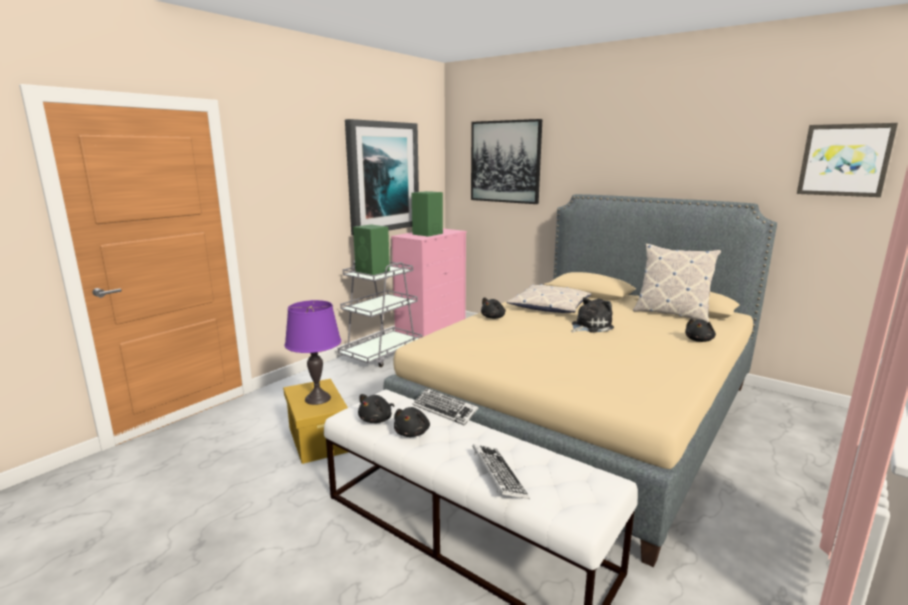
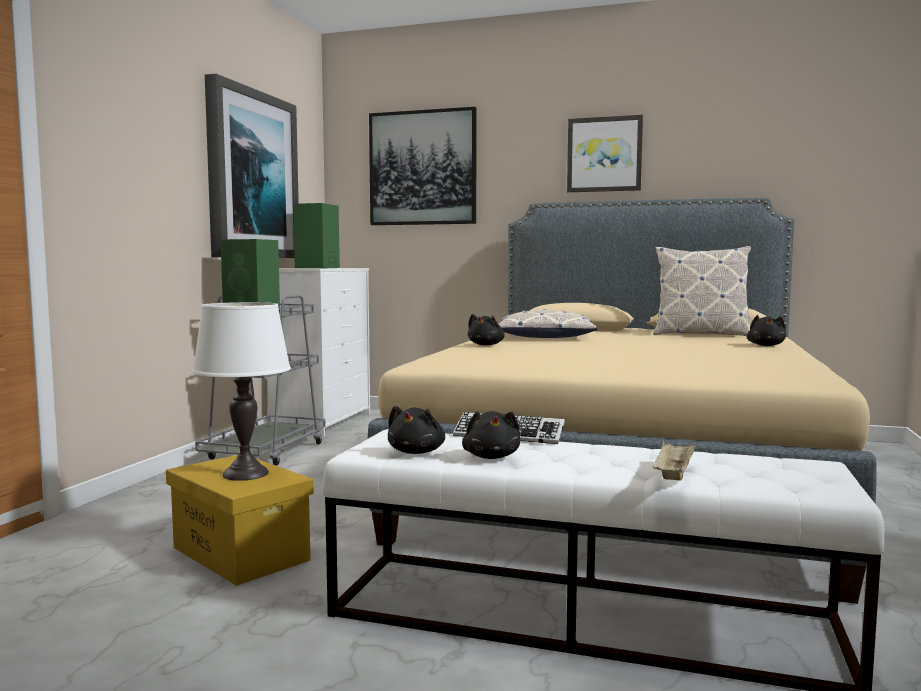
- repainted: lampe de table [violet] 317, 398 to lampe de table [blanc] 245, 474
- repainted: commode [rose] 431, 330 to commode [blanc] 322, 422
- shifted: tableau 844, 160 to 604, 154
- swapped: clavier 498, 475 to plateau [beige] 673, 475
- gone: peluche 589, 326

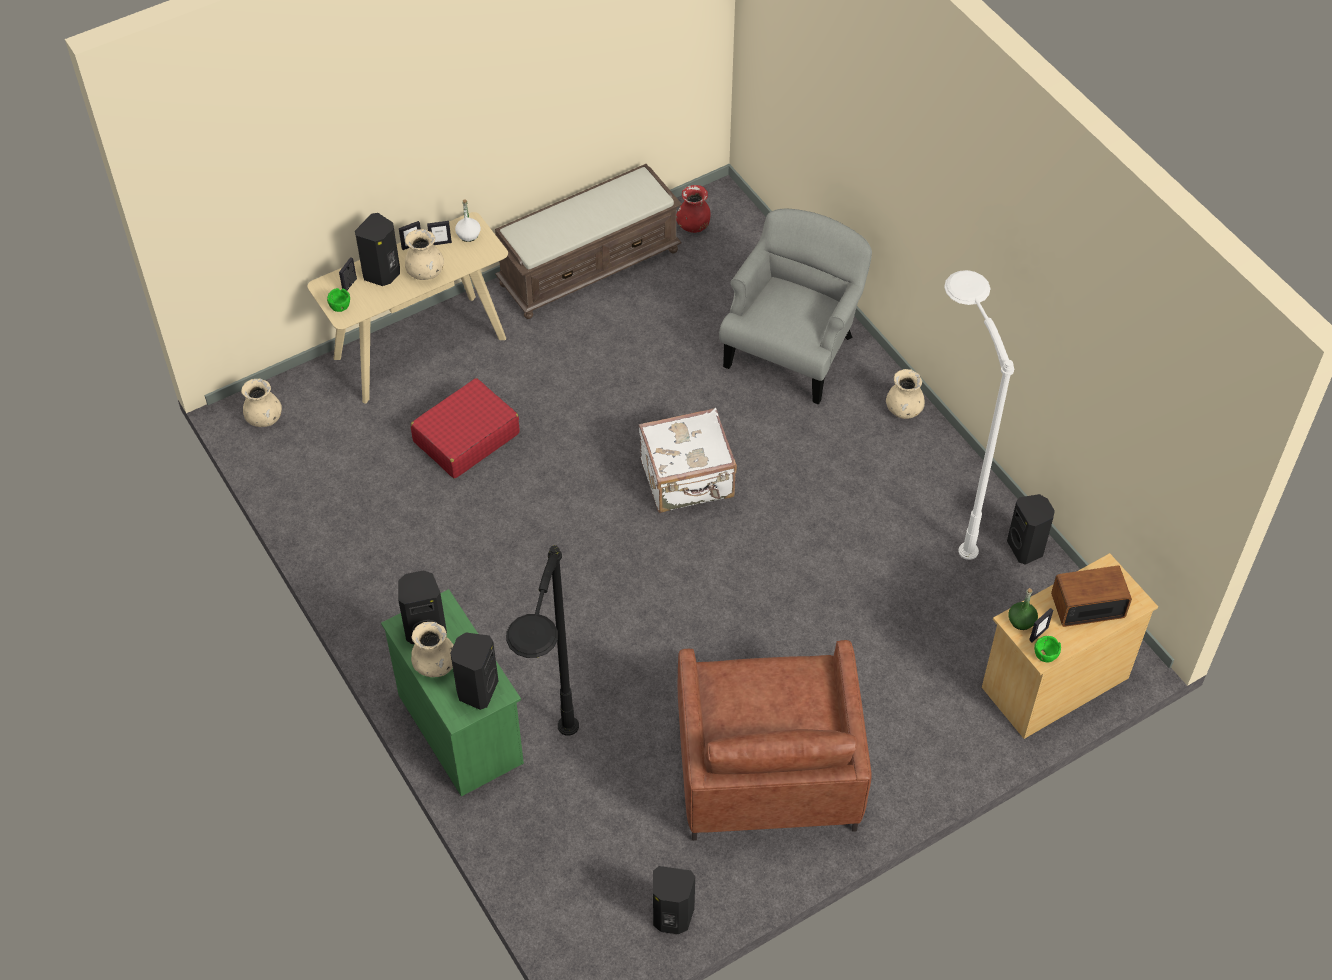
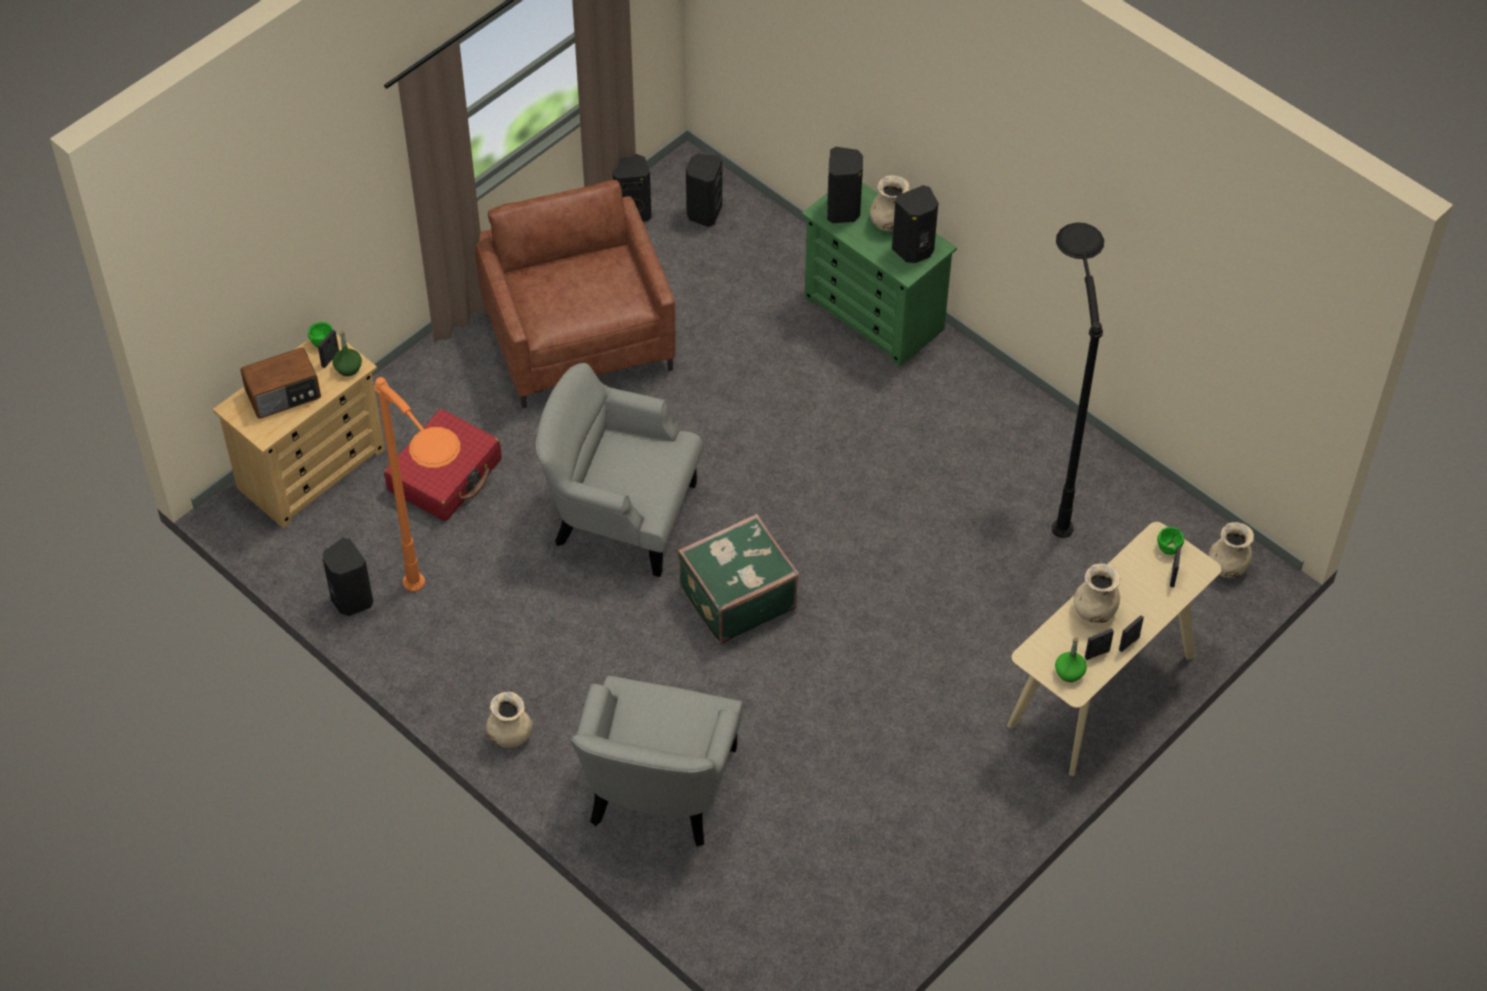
- repainted: lampadaire [blanc] 942, 503 to lampadaire [orange] 449, 631
- shifted: valise [rouge] 466, 438 to 445, 475
- new: fauteuil [gris] 621, 515
- repainted: valise [blanc] 688, 480 to valise [vert] 736, 597
- shifted: enceinte [noir] 383, 274 to 703, 212
- shifted: lampadaire [noir] 555, 786 to 1051, 474
- repainted: bouteille [blanc] 468, 235 to bouteille [vert] 1069, 672
- gone: banc [marron] 589, 266
- gone: vase [rouge] 693, 226

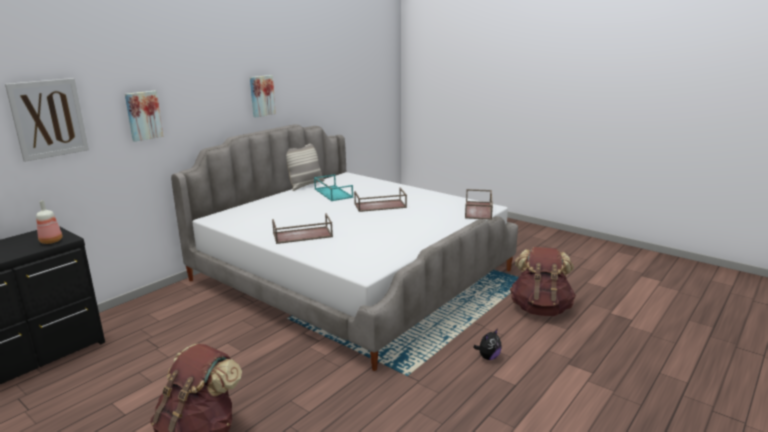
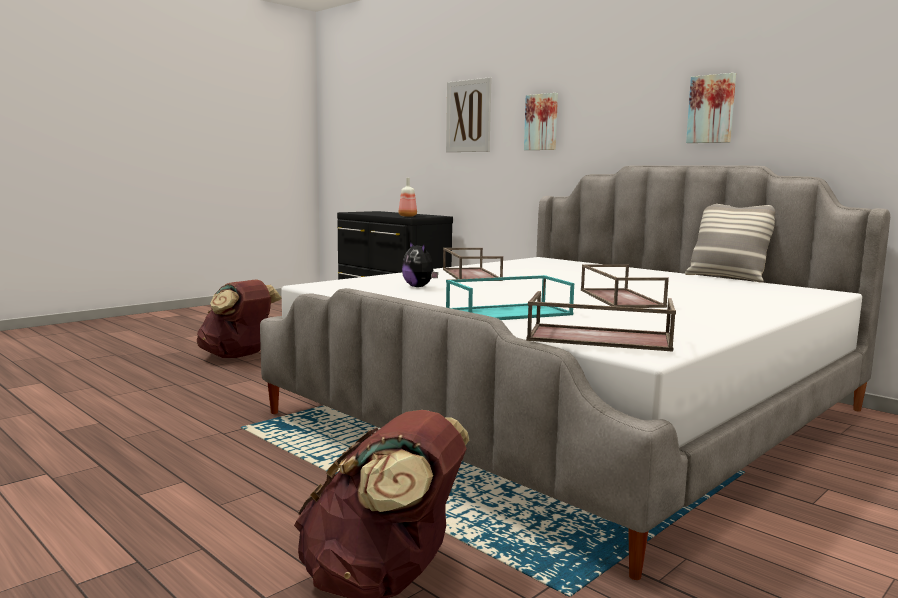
- shifted: peluche 488, 357 to 419, 287
- shifted: plateau [turquoise] 332, 193 to 509, 312

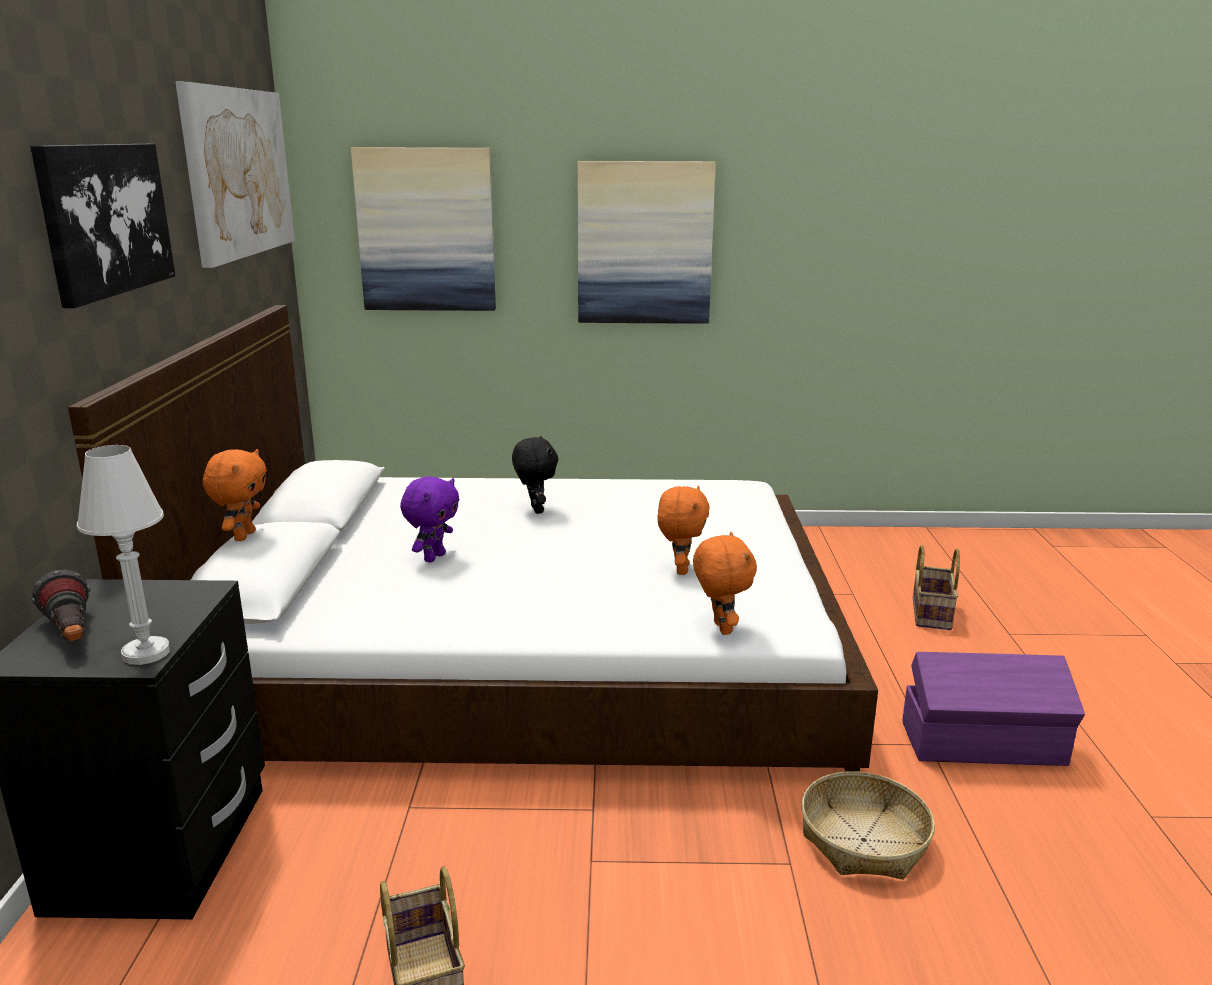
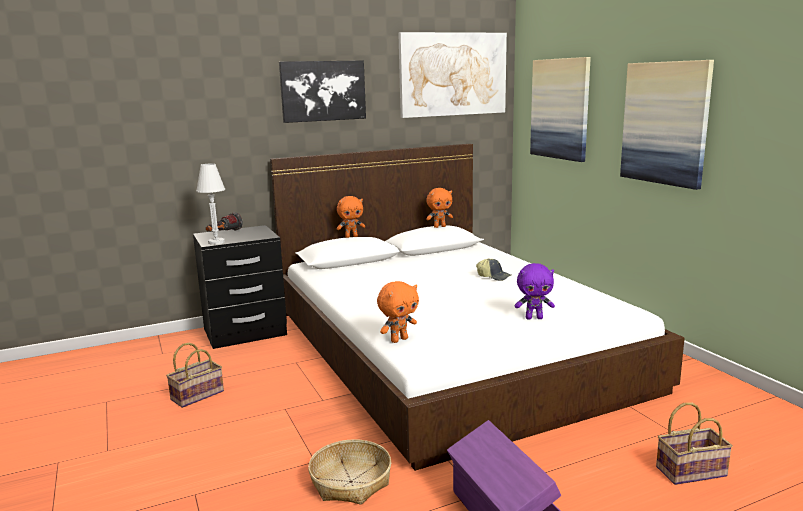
- shifted: peluche [orange] 680, 569 to 439, 226
- swapped: peluche [noir] 535, 510 to casquette 494, 276
- shifted: peluche [violet] 433, 557 to 534, 318

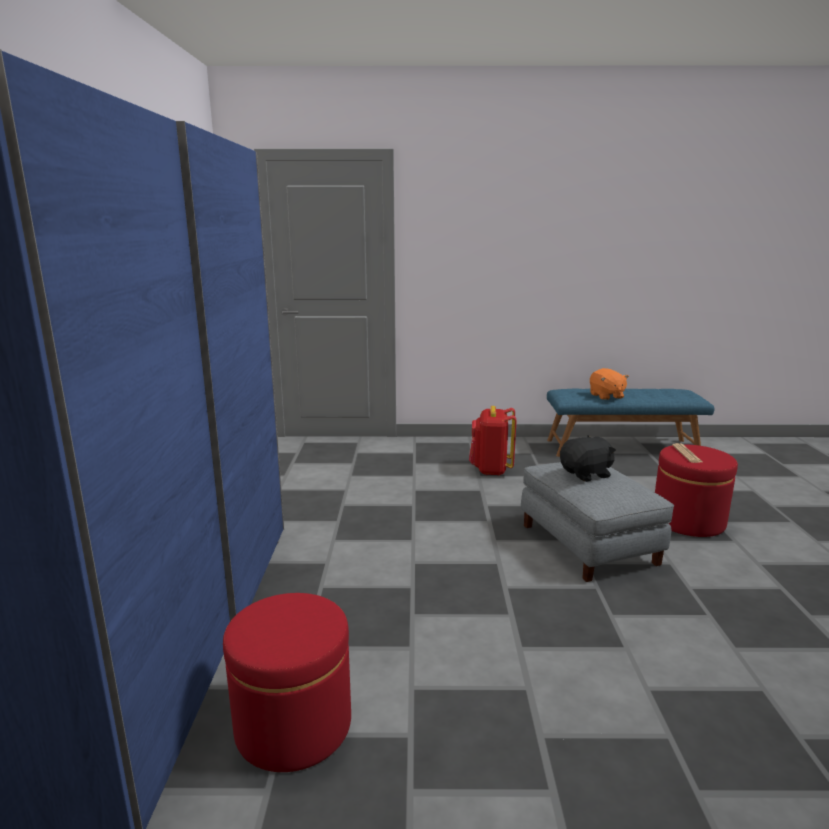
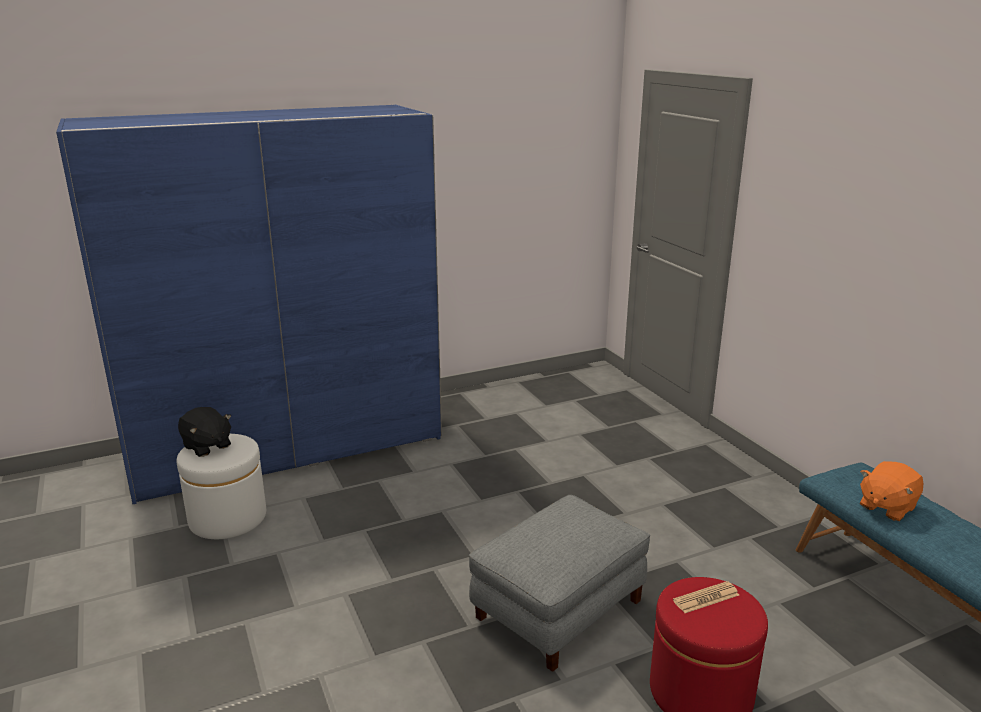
- repainted: pouf [rouge] 293, 725 to pouf [blanc] 228, 518
- shifted: peluche [noir] 586, 474 to 207, 446
- gone: sac à dos [rouge] 490, 470

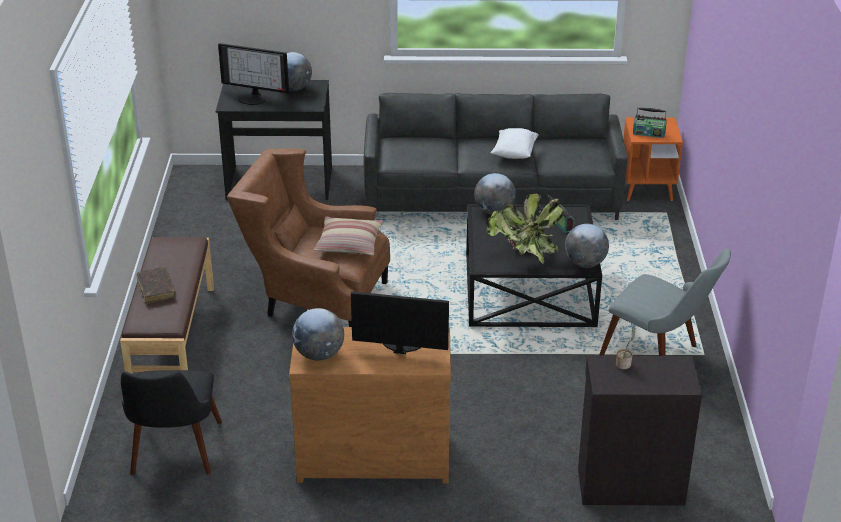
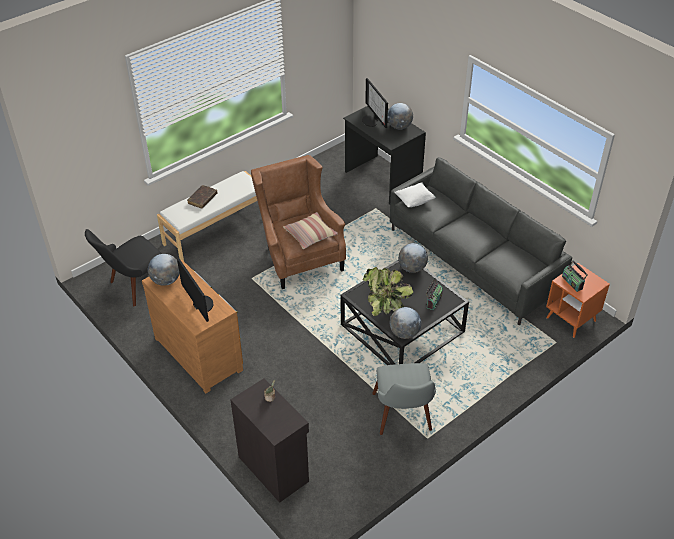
- repainted: banc [marron] 172, 338 to banc [blanc] 216, 230
- shifted: coussin [blanc] 514, 153 to 415, 201

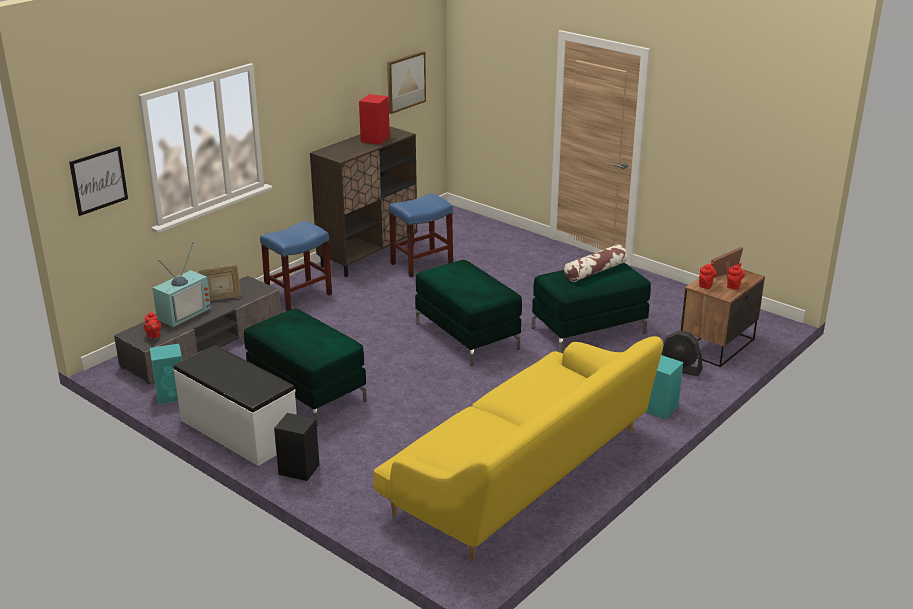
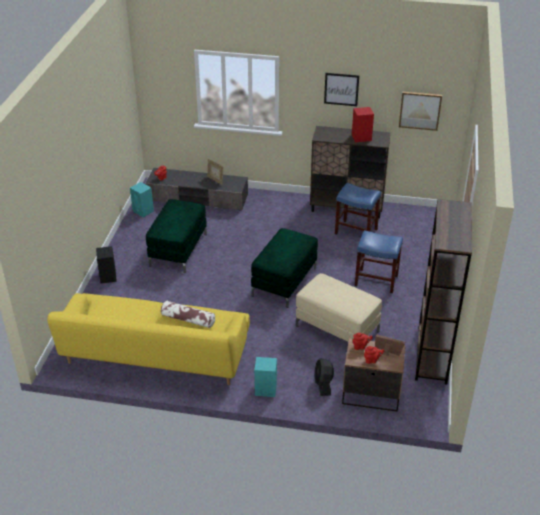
- shifted: coussin 595, 272 to 188, 319
- repainted: pouf [vert] 588, 330 to pouf [beige] 336, 328
- shifted: tableau 99, 180 to 341, 89
- shifted: tabouret [bleu] 298, 296 to 375, 281
- new: bibliothèque [marron] 432, 355
- gone: téléviseur 182, 313
- gone: banc [blanc] 238, 431

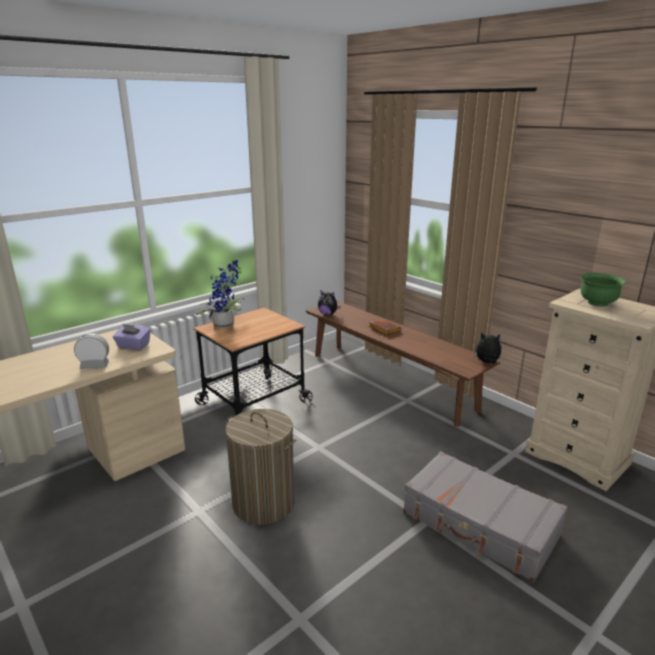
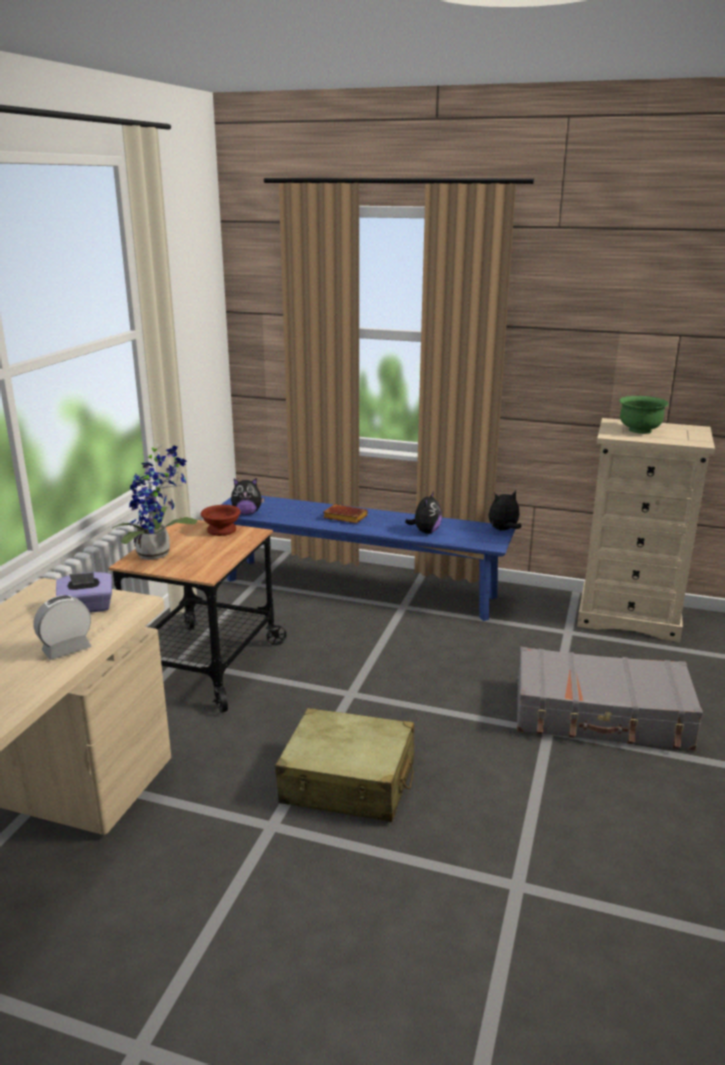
- new: bol [marron] 221, 531
- repainted: banc [marron] 389, 380 to banc [bleu] 359, 588
- swapped: panier à linge 264, 503 to valise [beige] 348, 782
- new: peluche 425, 532

